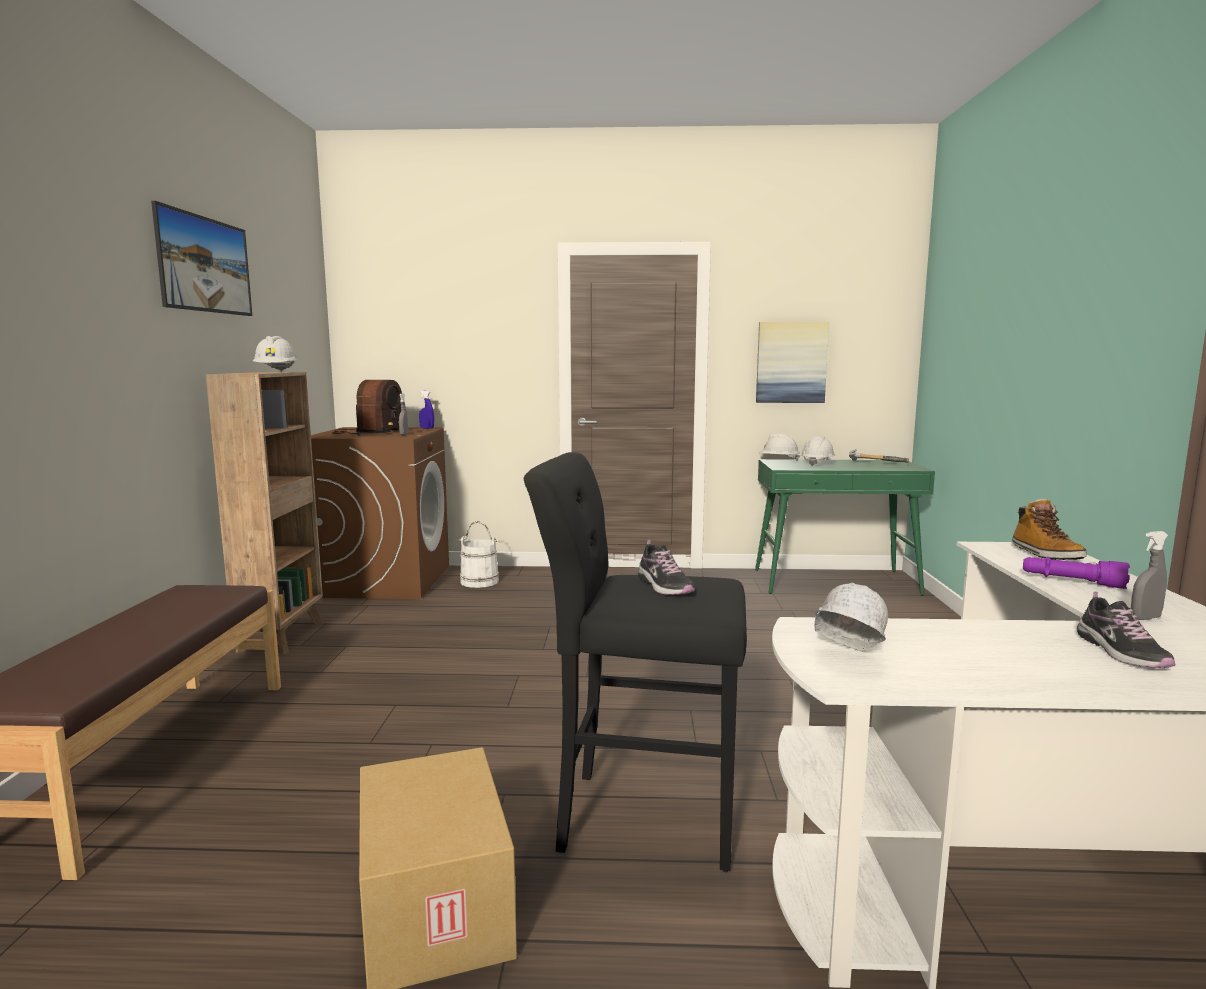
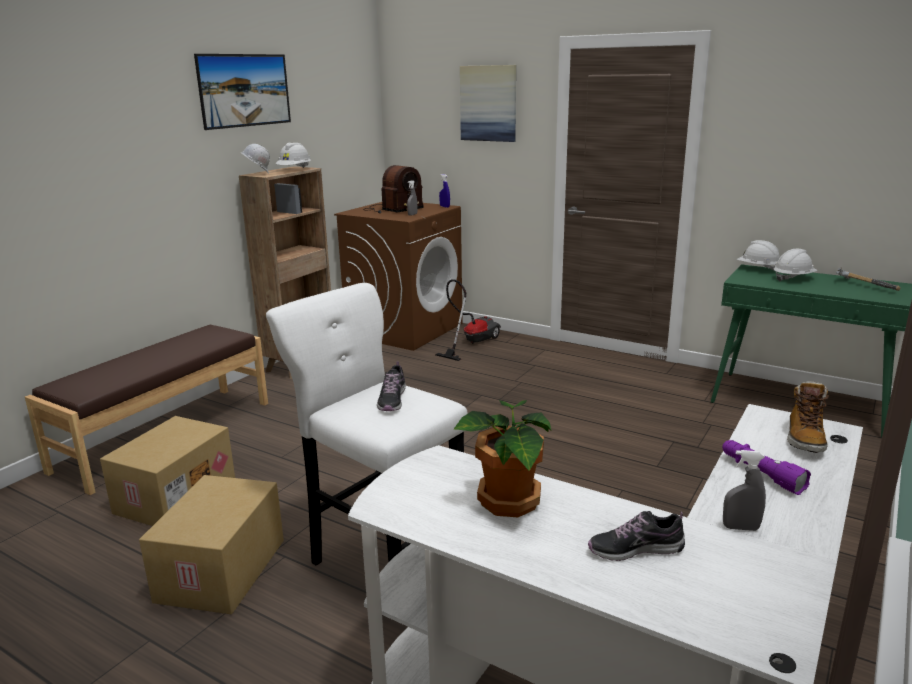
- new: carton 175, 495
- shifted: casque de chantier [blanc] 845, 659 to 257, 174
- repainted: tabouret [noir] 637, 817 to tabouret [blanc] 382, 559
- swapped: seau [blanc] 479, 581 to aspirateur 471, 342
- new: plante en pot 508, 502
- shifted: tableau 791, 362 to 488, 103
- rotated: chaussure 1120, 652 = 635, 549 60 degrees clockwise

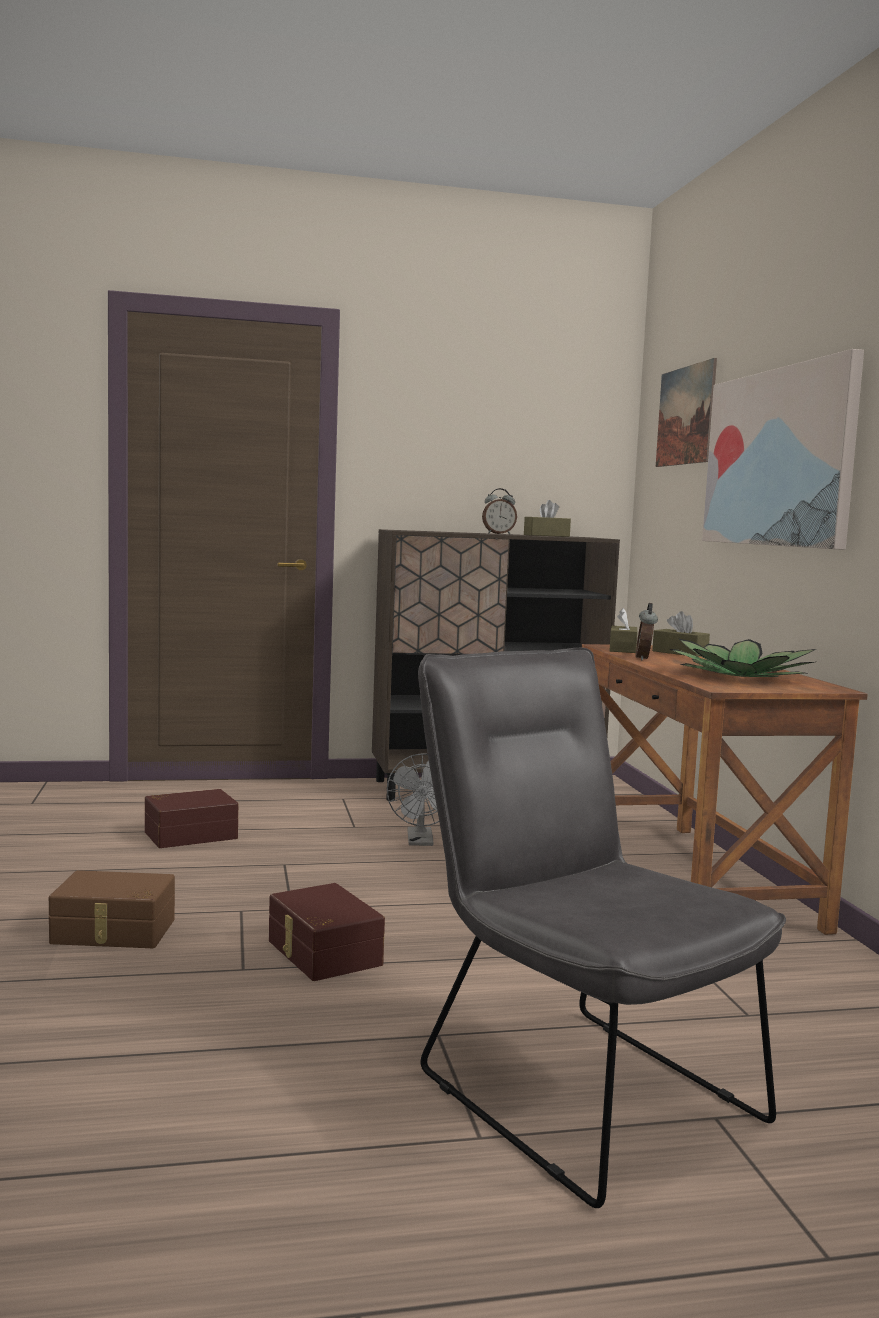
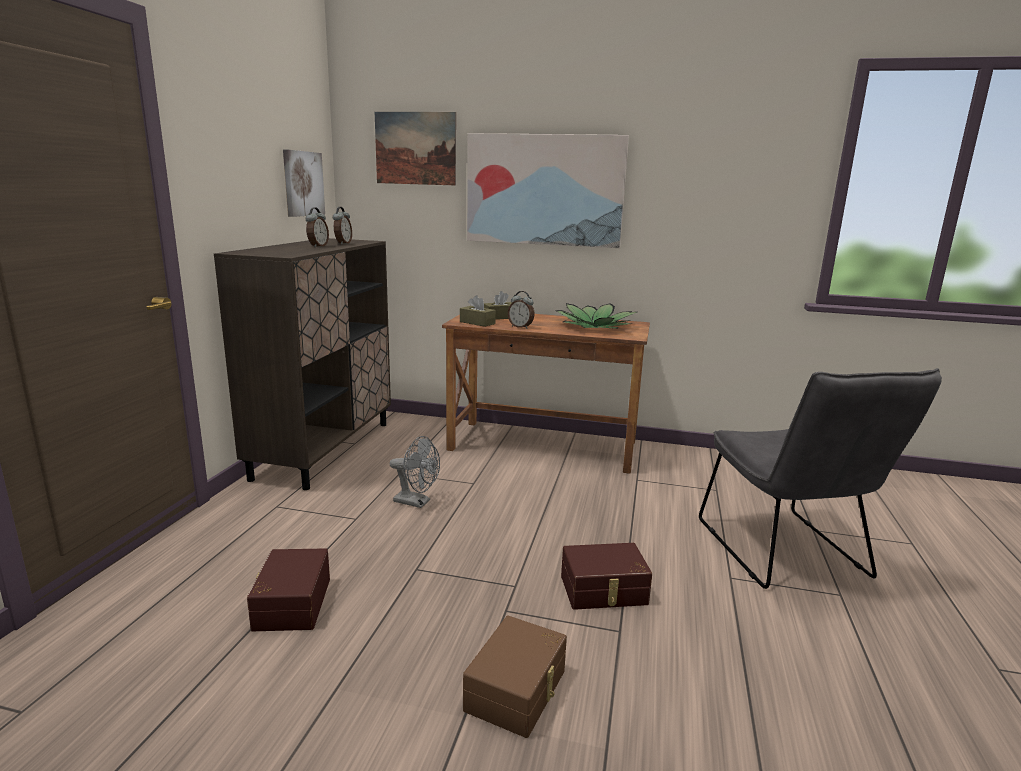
- new: tableau 302, 183
- swapped: boîte à mouchoirs [marron] 546, 535 to réveil 342, 243
- rotated: chaise [gris] 573, 1085 = 787, 554 90 degrees counterclockwise

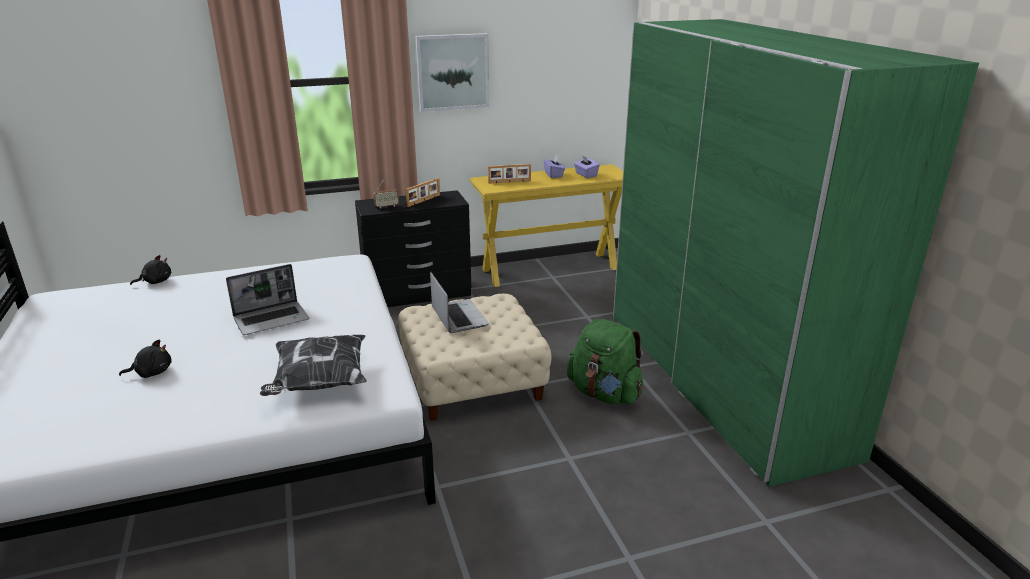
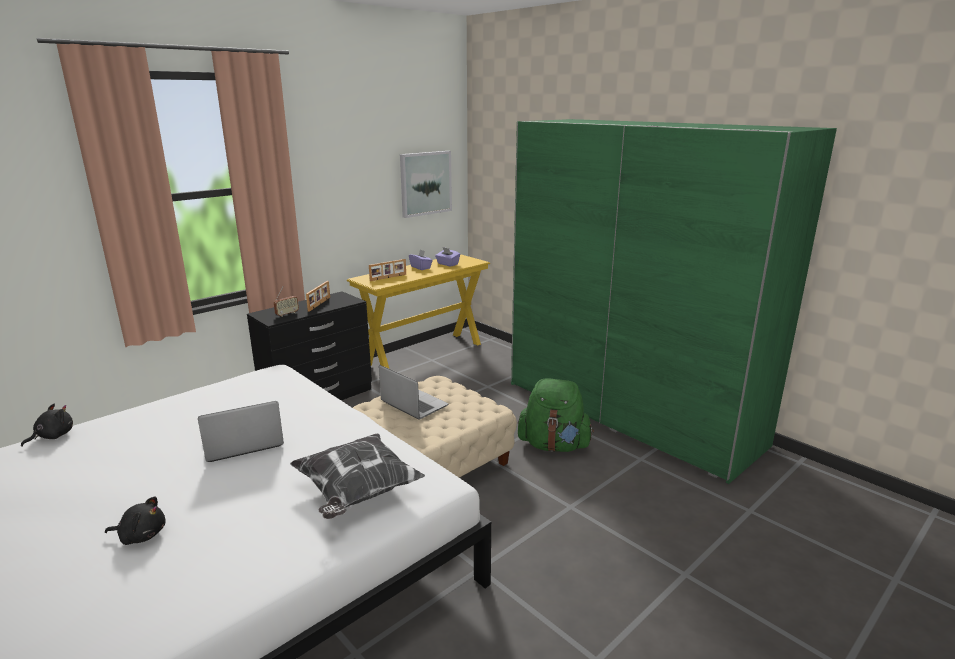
- rotated: peluche [noir] 151, 372 = 141, 535 45 degrees clockwise
- rotated: ordinateur portable 272, 319 = 242, 444 150 degrees counterclockwise
- shifted: tableau 453, 72 to 425, 183

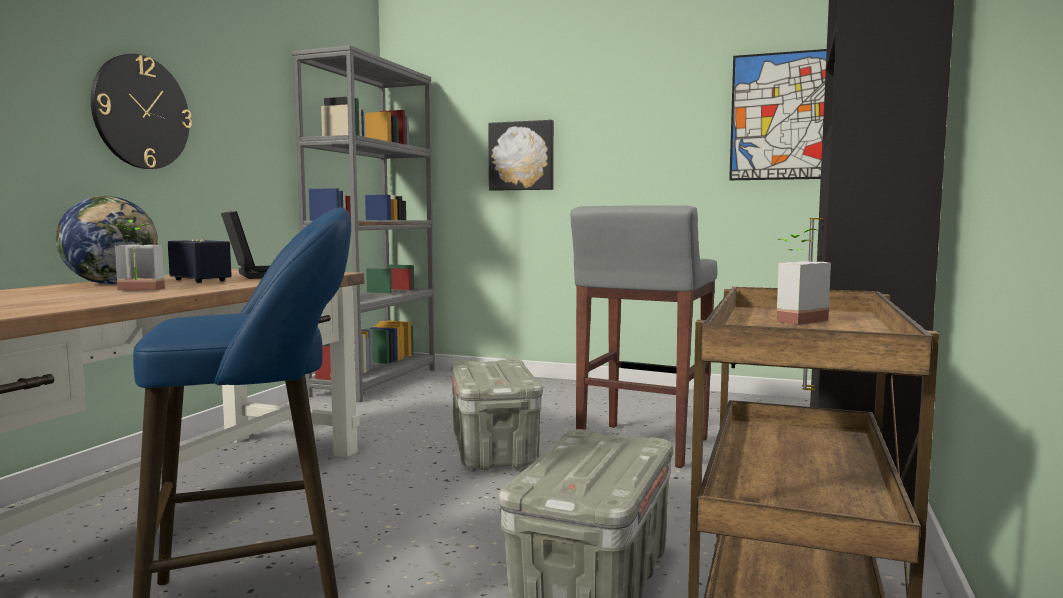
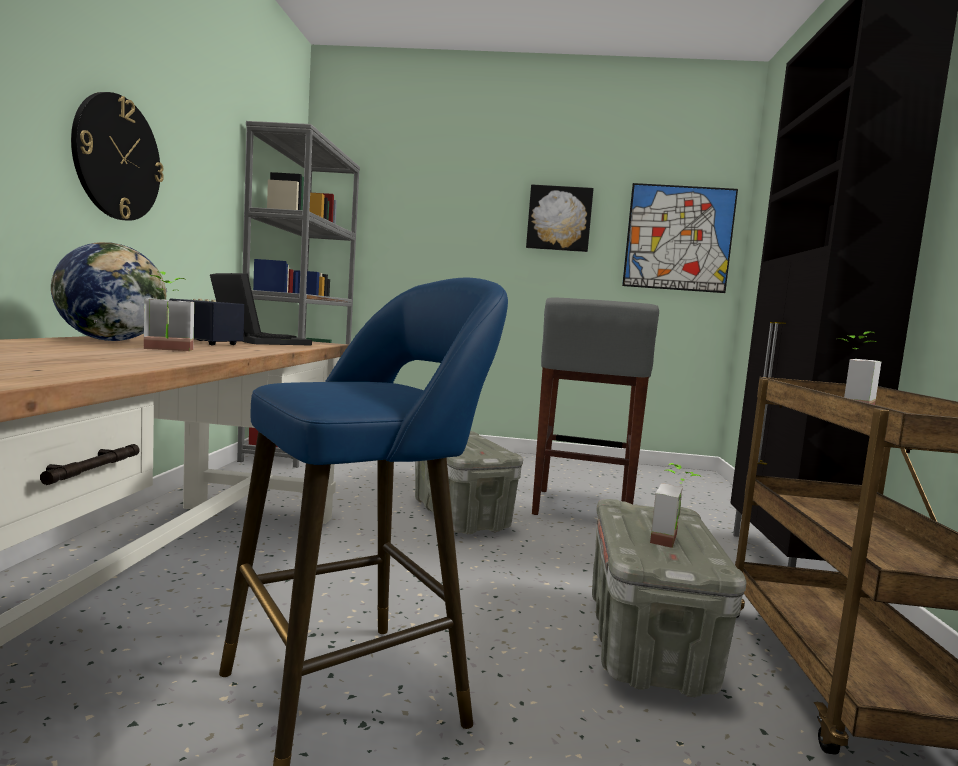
- shifted: tableau 522, 156 to 559, 219
- new: plante en pot 673, 540

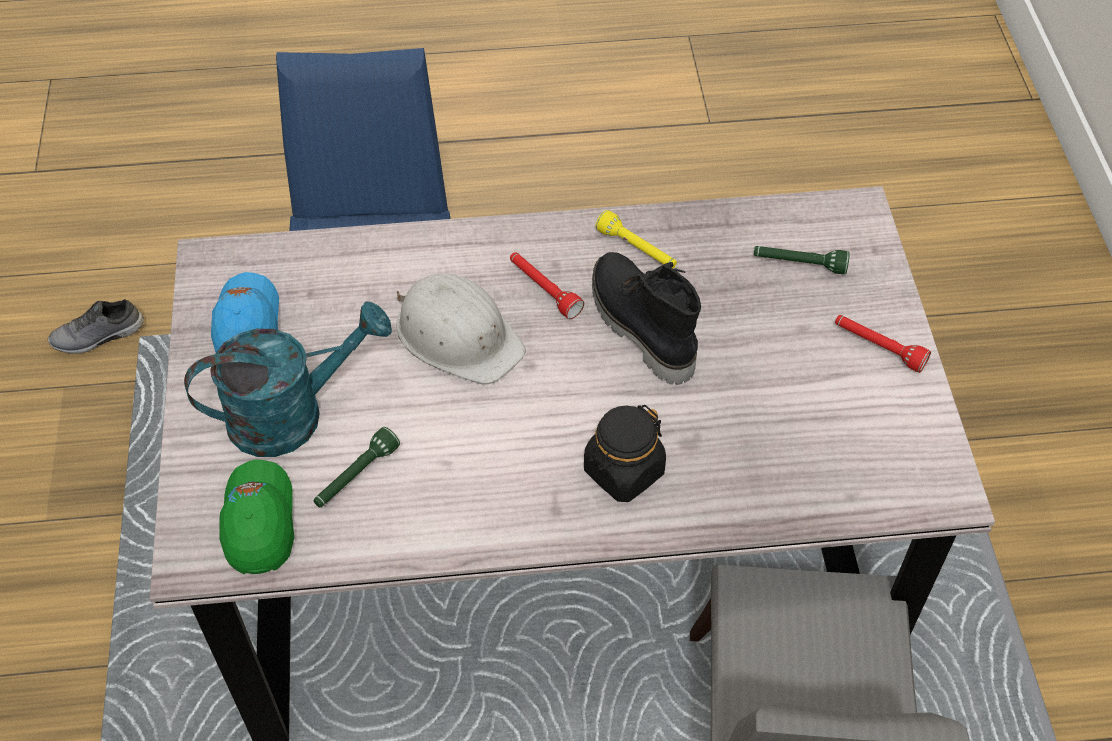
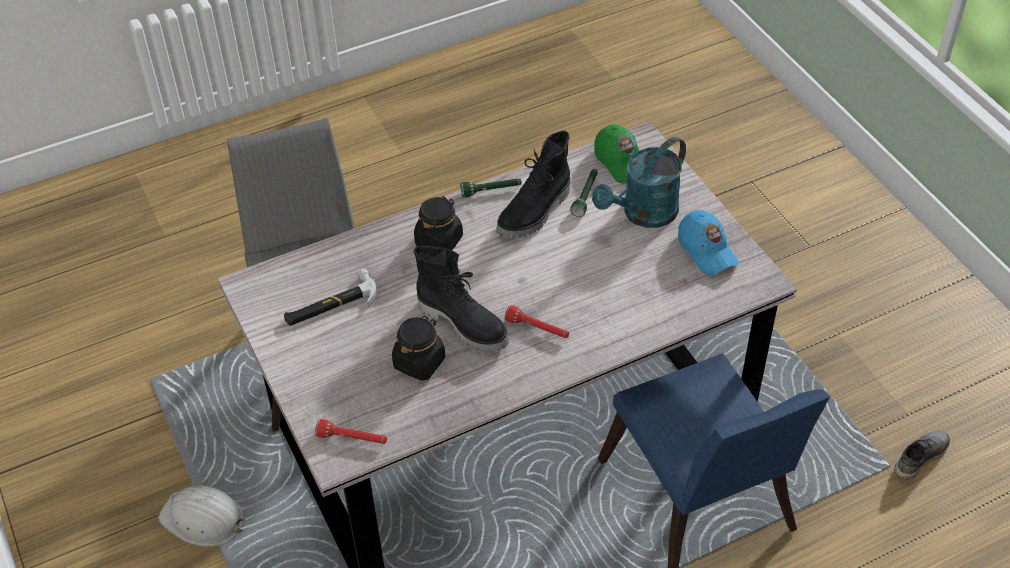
- shifted: casque de chantier [blanc] 458, 335 to 203, 519
- new: marteau 331, 305
- shifted: lampe de poche [rouge] 878, 347 to 352, 439
- new: bocal [noir] 419, 362
- shifted: lampe de poche [vert] 799, 264 to 491, 191
- new: botte [noir] 535, 213
- gone: lampe de poche [jaune] 637, 249

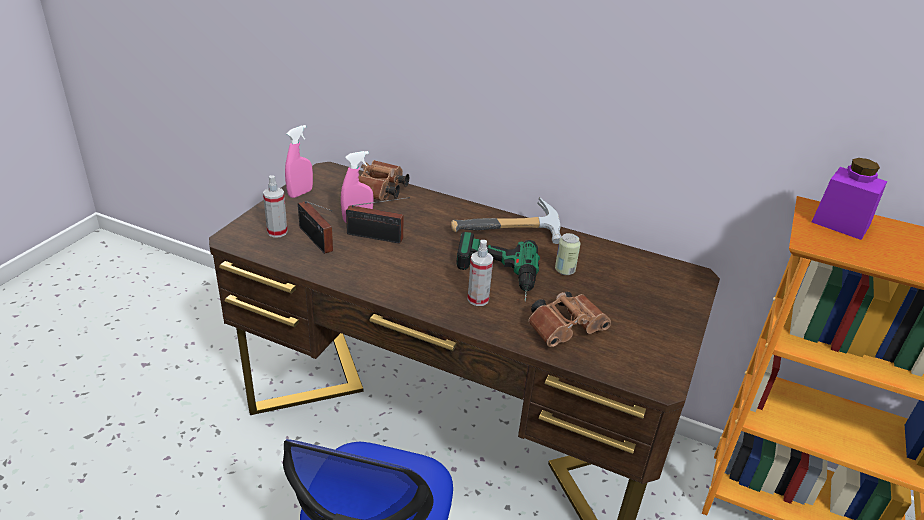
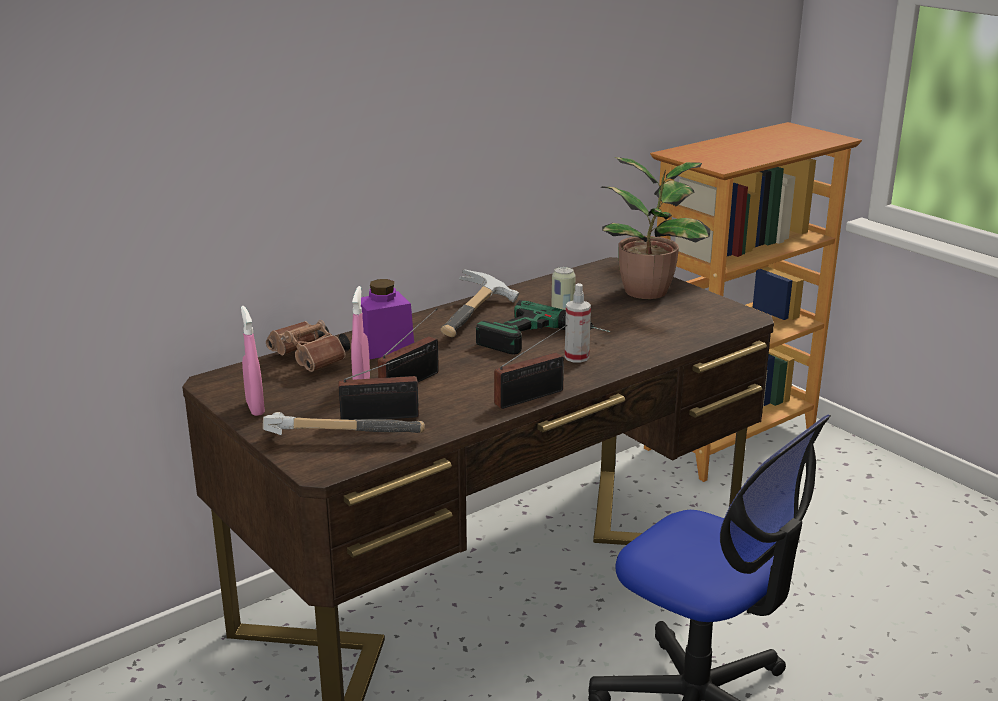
- swapped: vaporisateur 277, 232 to marteau 337, 437
- shifted: bocal [violet] 840, 223 to 385, 347
- new: radio 533, 396
- new: plante en pot 649, 291
- gone: jumelles [marron] 567, 329

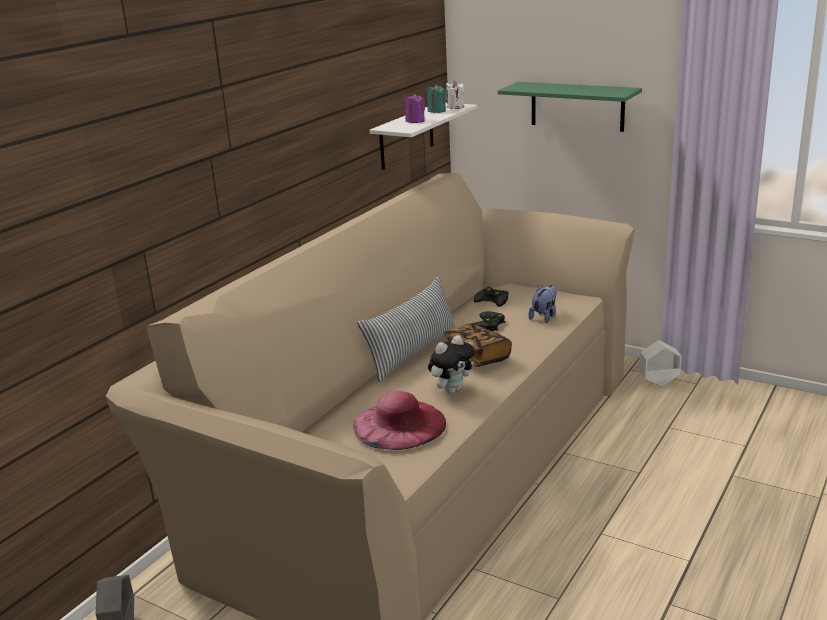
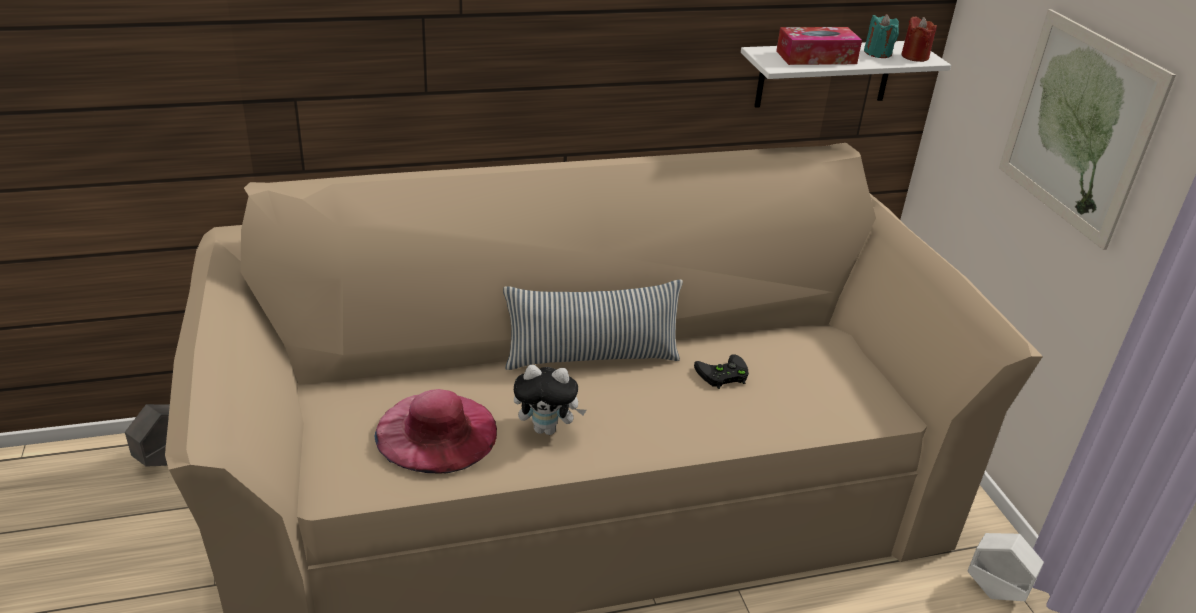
- swapped: bougie [violet] 415, 121 to boîte à mouchoirs 816, 57
- repainted: bougie [blanc] 455, 107 to bougie [rouge] 914, 56
- swapped: étagère [vert] 577, 106 to tableau 1078, 127
- gone: livre 477, 357
- gone: manette [noir] 494, 299
- gone: peluche 544, 316

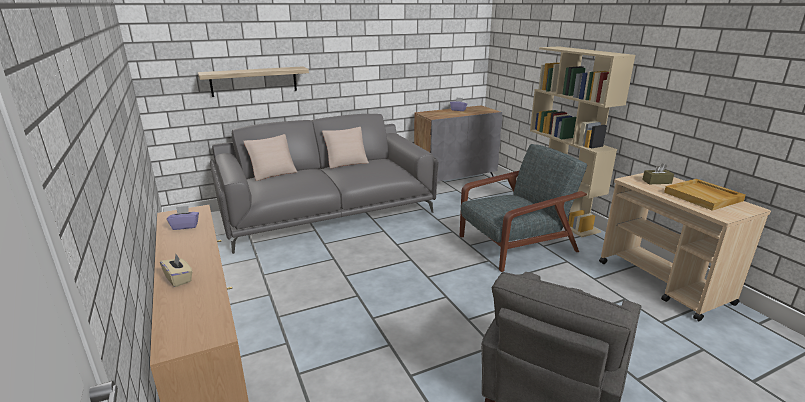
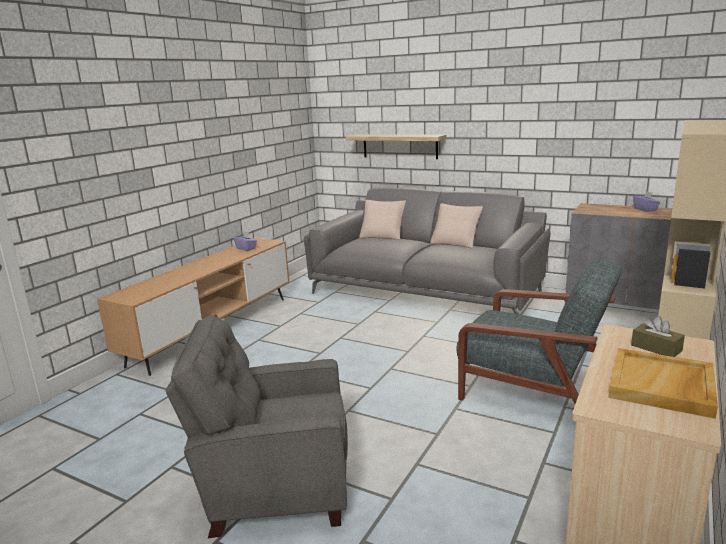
- gone: boîte à mouchoirs [beige] 179, 279

